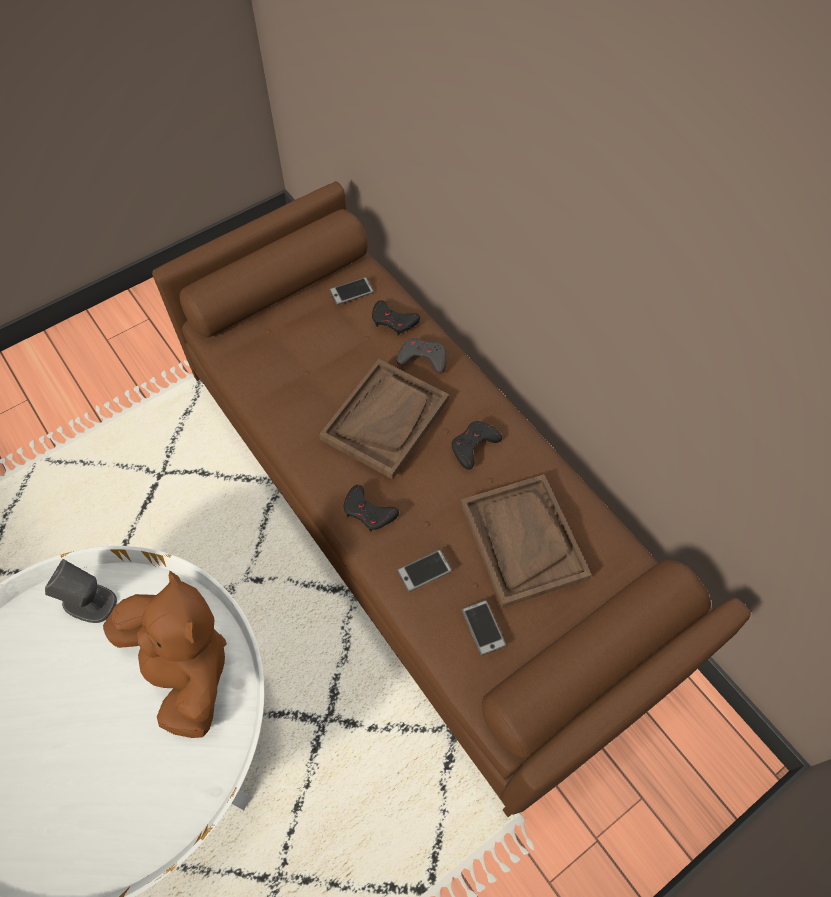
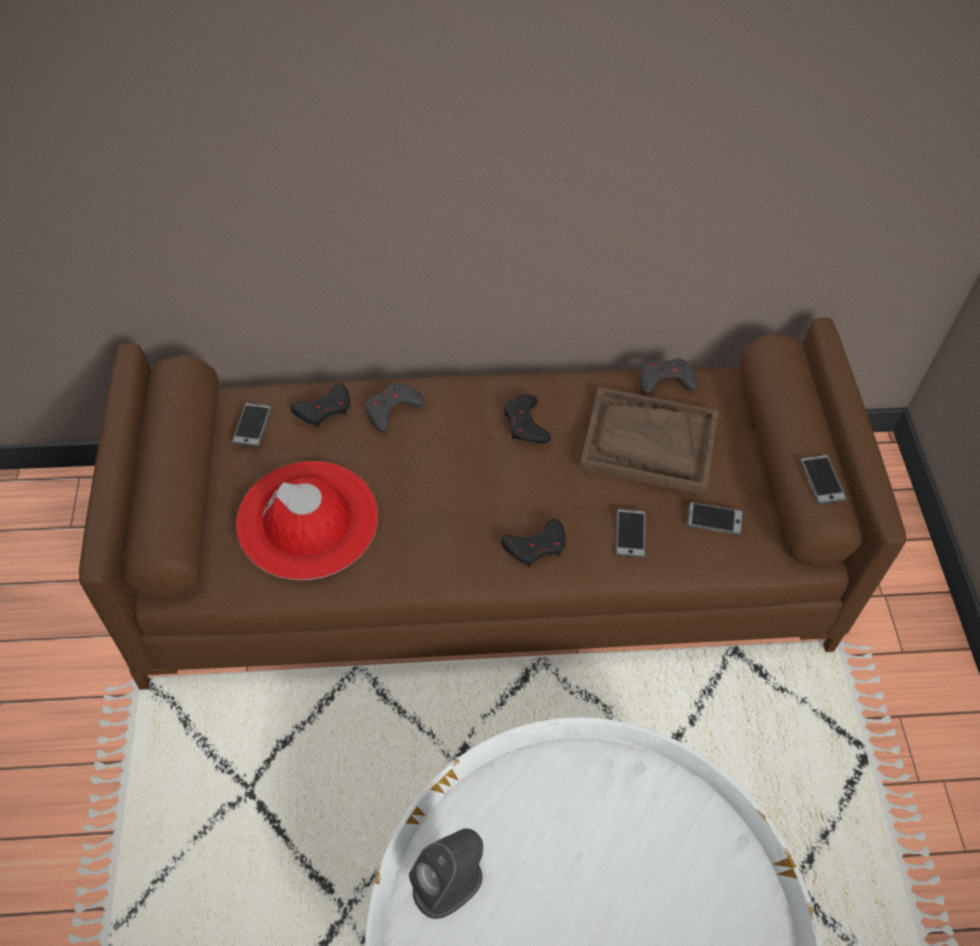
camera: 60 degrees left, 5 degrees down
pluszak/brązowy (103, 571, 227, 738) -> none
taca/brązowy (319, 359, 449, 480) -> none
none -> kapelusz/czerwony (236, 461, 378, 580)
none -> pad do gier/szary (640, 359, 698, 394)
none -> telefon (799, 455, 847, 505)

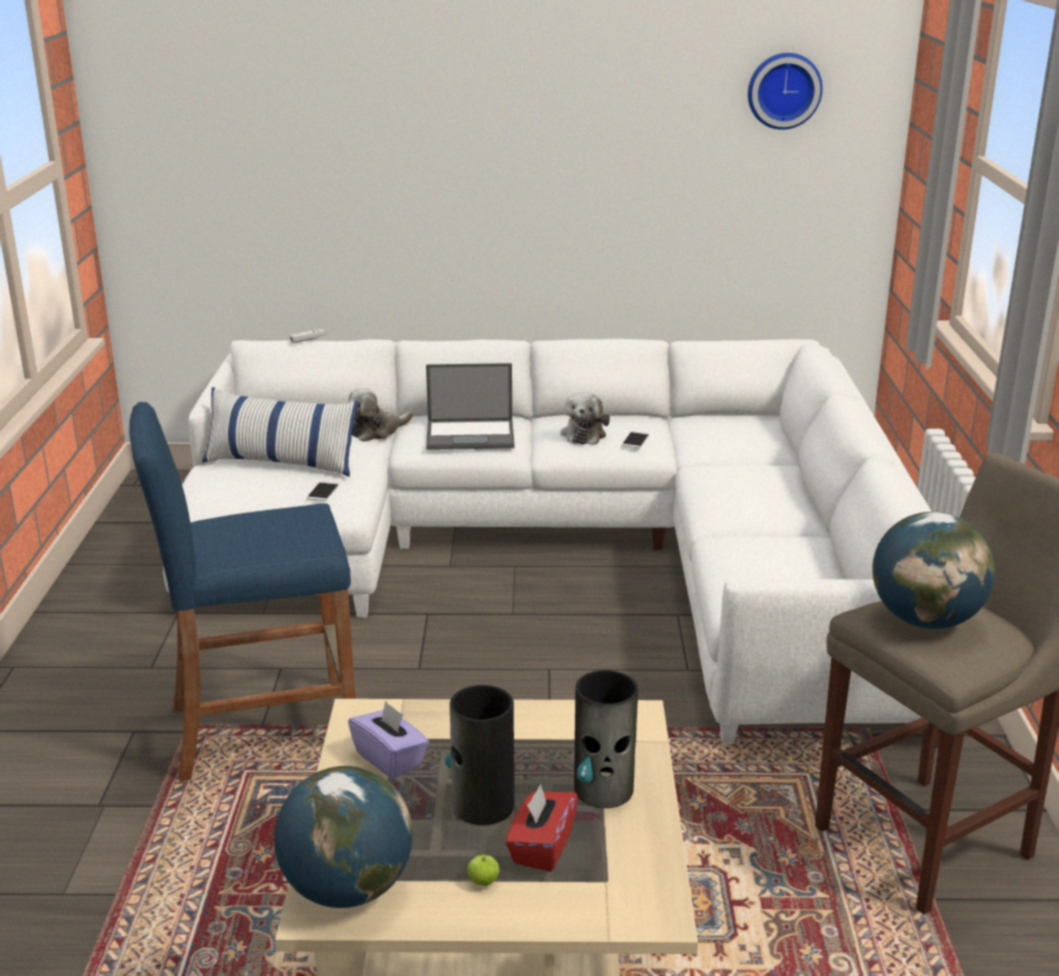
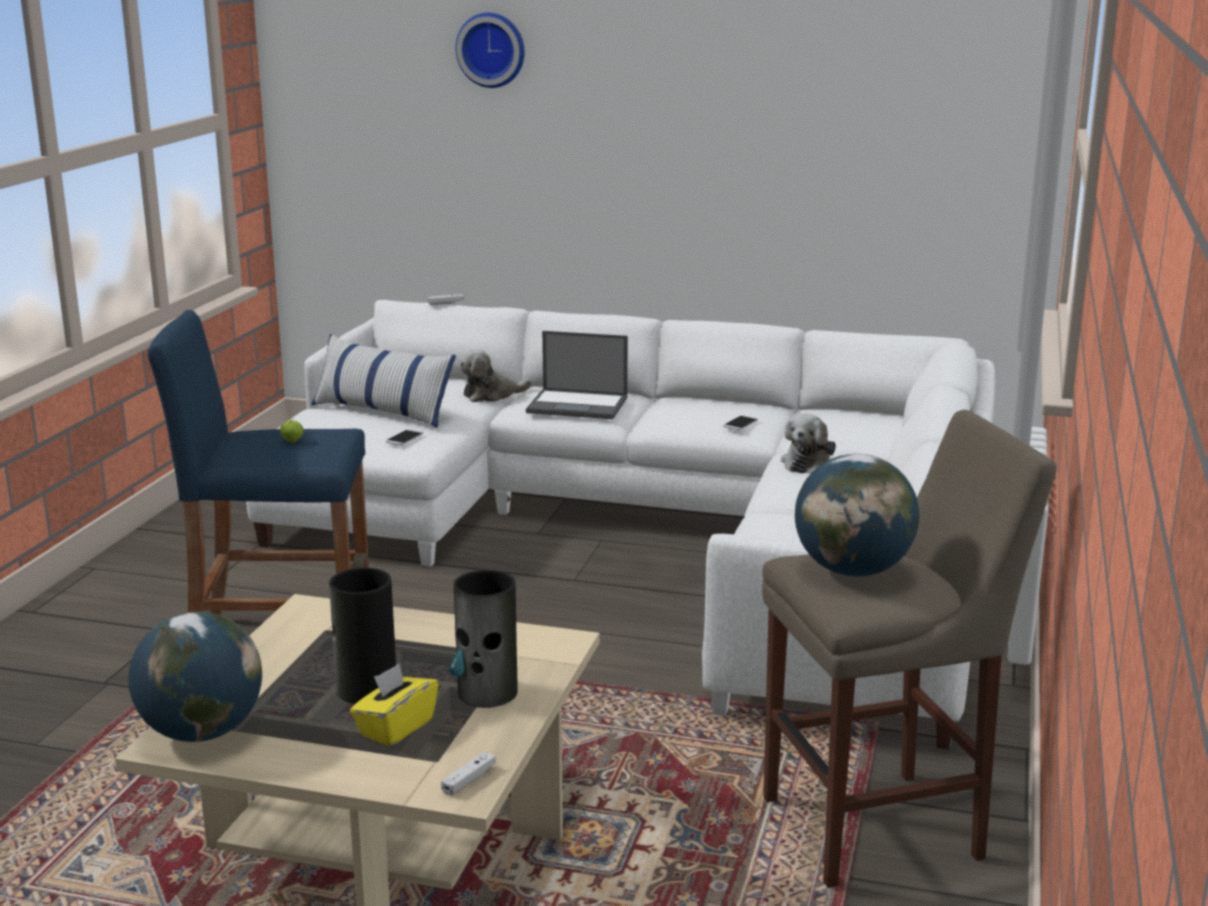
camera: 15 degrees right, 5 degrees down
pudełko chusteczek/fioletowy (348, 700, 429, 779) -> none
none -> pad do gier/biały (441, 752, 496, 796)
jabłko (467, 855, 500, 886) -> jabłko (280, 418, 303, 443), relocated
pluszak (561, 392, 610, 445) -> pluszak (781, 414, 836, 474), relocated
zegar ścienny (748, 53, 823, 130) -> zegar ścienny (456, 13, 525, 88), relocated
pudełko chusteczek/czerwony (505, 784, 578, 872) -> pudełko chusteczek/żółty (350, 663, 439, 746)

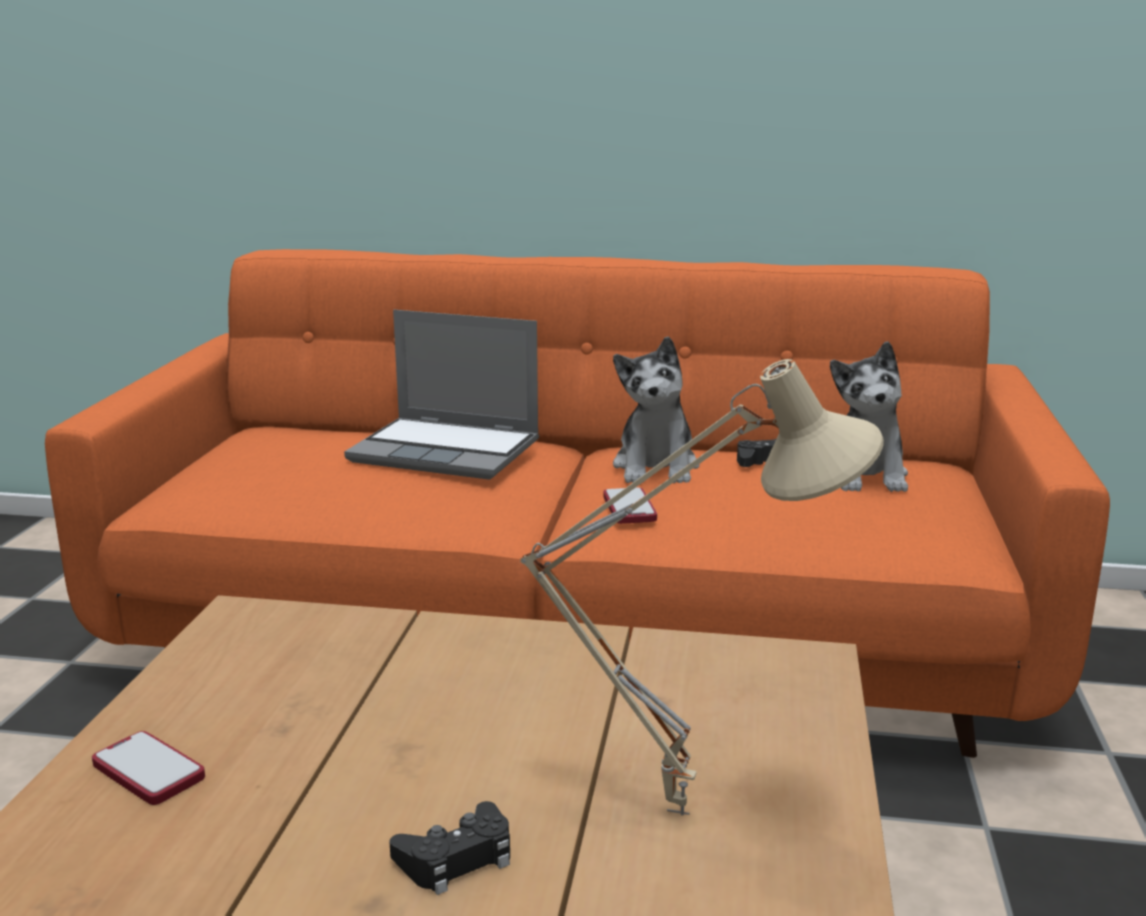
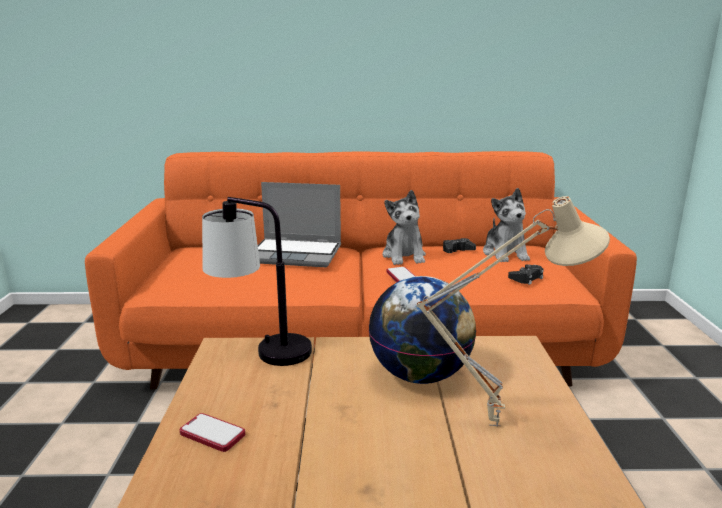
camera: 10 degrees left, 0 degrees up
none -> lampa stołowa (202, 197, 312, 366)
none -> globus (369, 276, 476, 384)
pad do gier/czarny (389, 801, 510, 895) -> pad do gier/czarny (508, 264, 544, 285), relocated

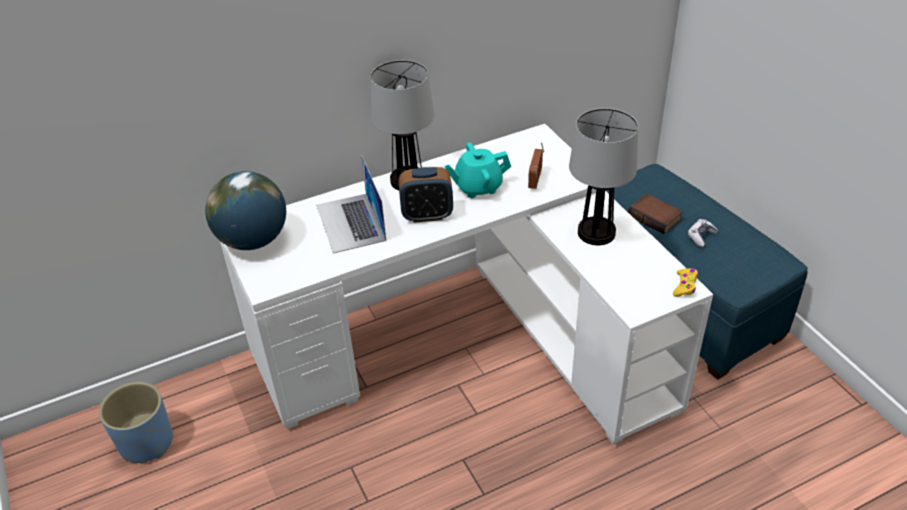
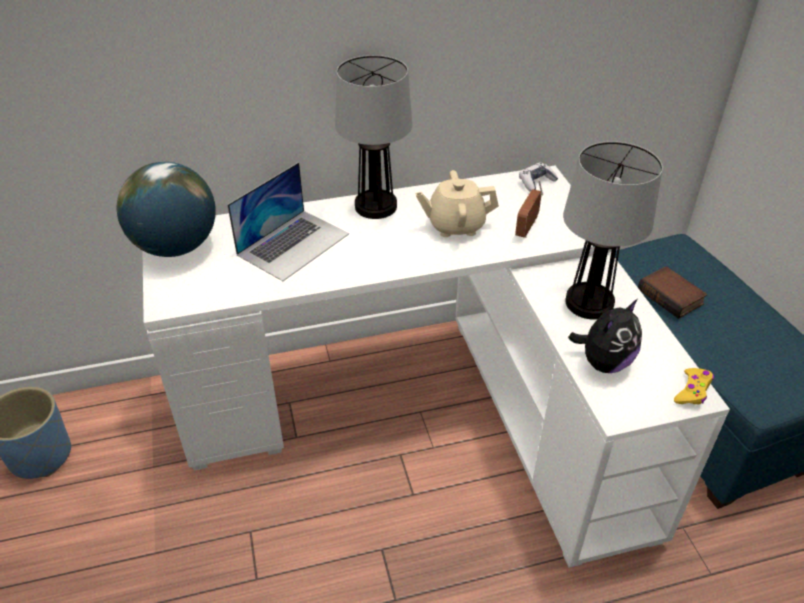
camera: 10 degrees right, 0 degrees up
budzik (399, 167, 453, 223) -> none
none -> pluszak (568, 299, 642, 373)
pad do gier (687, 219, 718, 247) -> pad do gier (519, 162, 558, 192), relocated
imbryk/turkusowy (444, 142, 511, 198) -> imbryk/beżowy (415, 170, 499, 237)
laptop (316, 155, 386, 254) -> laptop (227, 162, 349, 281), 135 degrees counterclockwise

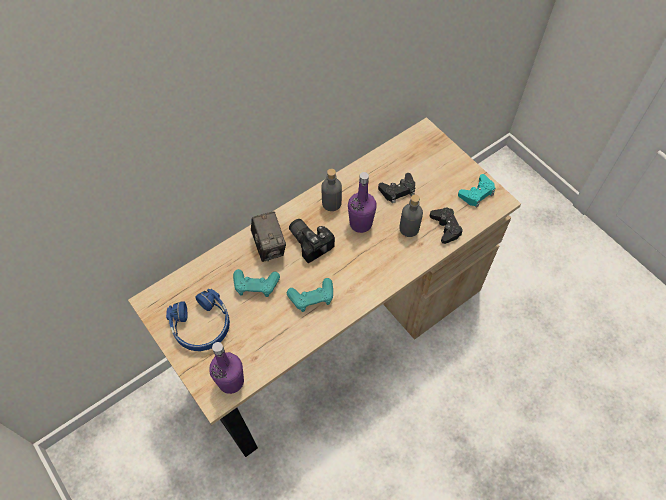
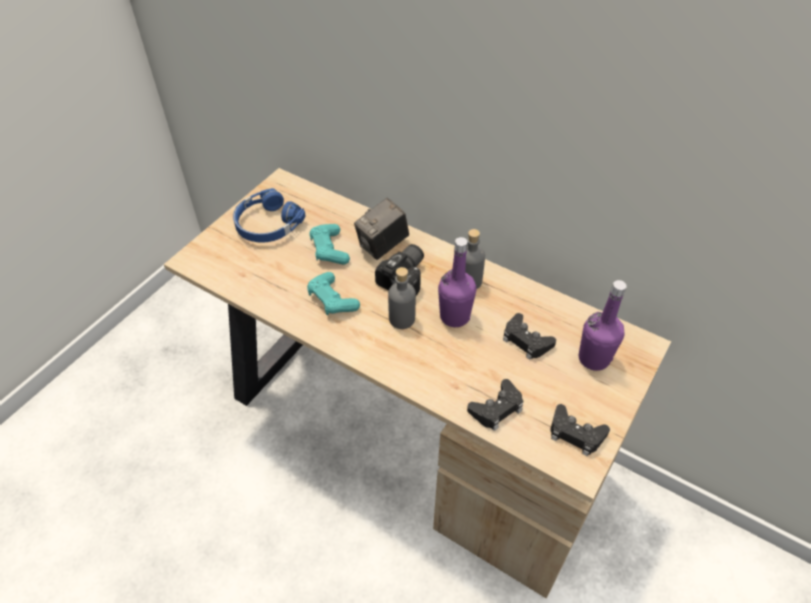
camera: 70 degrees right, 10 degrees down
butelka/fioletowy (209, 342, 244, 394) -> butelka/fioletowy (579, 280, 627, 371), relocated
butelka/szary (399, 195, 423, 237) -> butelka/szary (388, 267, 416, 329), relocated
pad do gier/turkusowy (458, 174, 496, 208) -> pad do gier/czarny (550, 404, 610, 456)

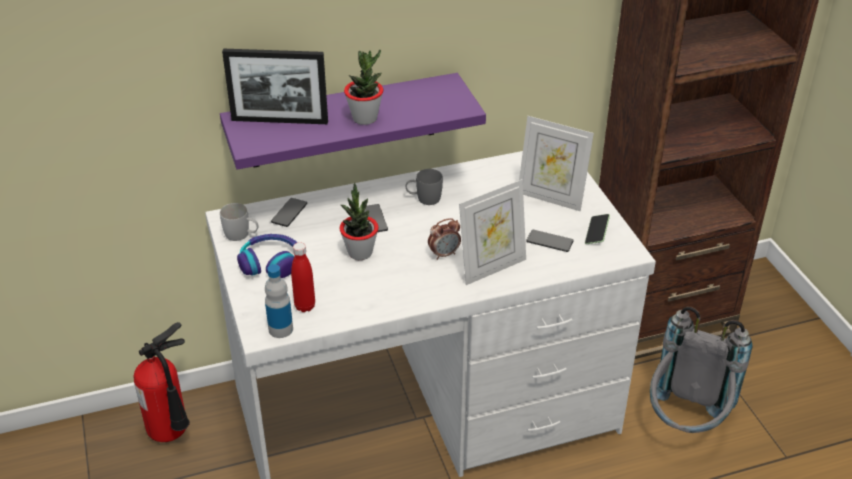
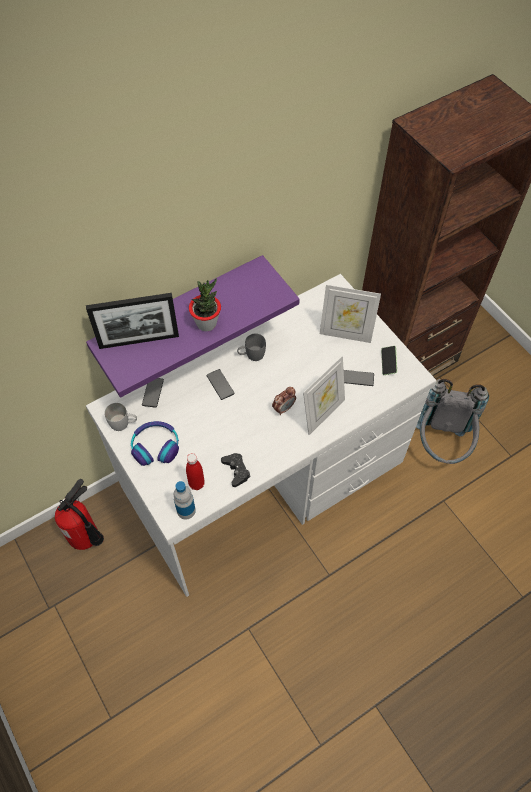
camera: 15 degrees left, 20 degrees up
roślina doniczkowa (340, 183, 378, 260) -> none
none -> pad do gier/czarny (221, 453, 251, 487)

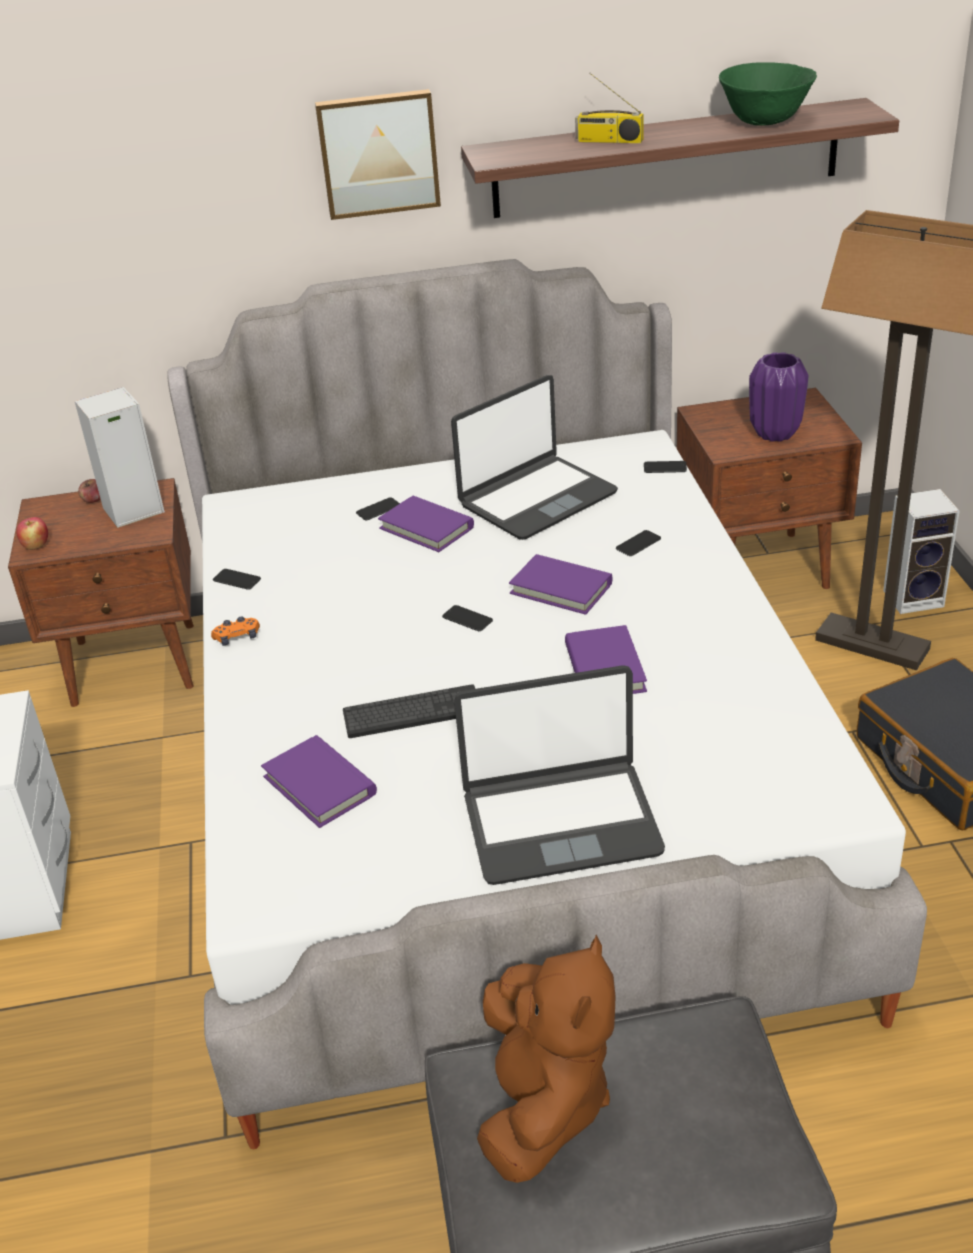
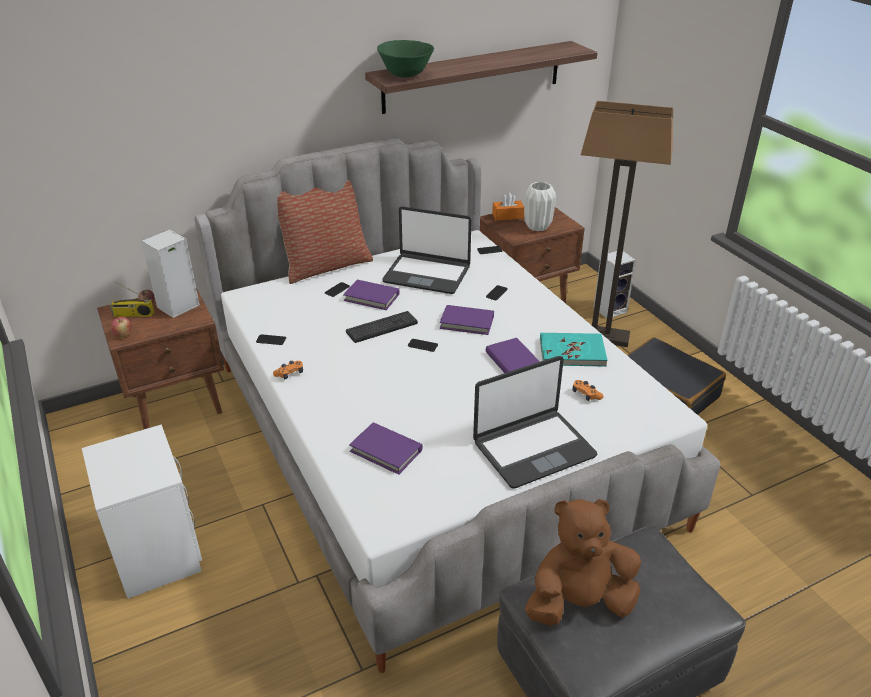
camera: 20 degrees left, 0 degrees up
obraz (315, 89, 441, 220) -> none
none -> poduszka (277, 180, 373, 284)
none -> pudełko chusteczek/pomarańczowy (492, 193, 524, 220)
none -> książka/turkusowy (540, 333, 608, 367)
none -> pad do gier/pomarańczowy (572, 380, 604, 401)
klawiatura (343, 684, 475, 738) -> klawiatura (346, 311, 418, 343), relocated
radio (575, 72, 644, 143) -> radio (110, 281, 154, 317), relocated
miska/zielony (719, 62, 817, 126) -> miska/zielony (377, 40, 434, 78), relocated
wazon/fioletowy (749, 352, 809, 442) -> wazon/biały (524, 182, 556, 231)
laptop (451, 375, 618, 540) -> laptop (382, 206, 472, 294), 75 degrees clockwise
pluszak/brązowy (477, 934, 616, 1183) -> pluszak/brązowy (525, 499, 641, 625), 90 degrees counterclockwise

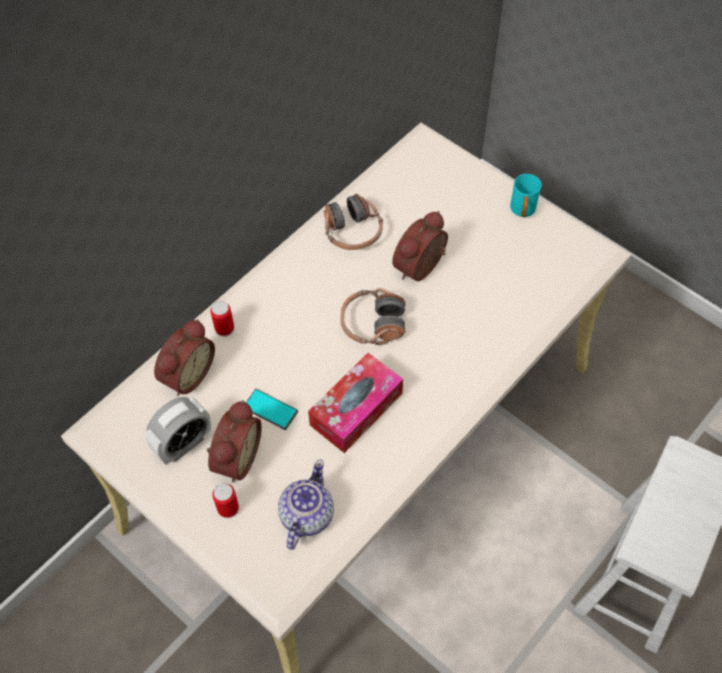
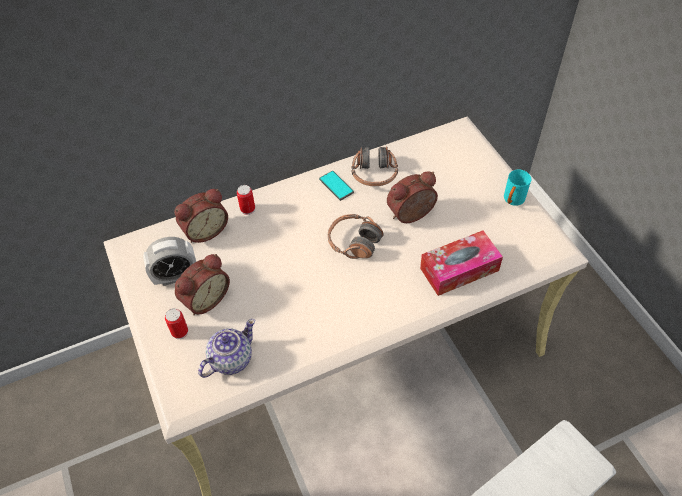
camera: 25 degrees right, 5 degrees down
telefon (246, 389, 298, 430) -> telefon (319, 171, 354, 201), relocated
pudełko chusteczek (308, 353, 403, 453) -> pudełko chusteczek (420, 231, 503, 296), relocated

